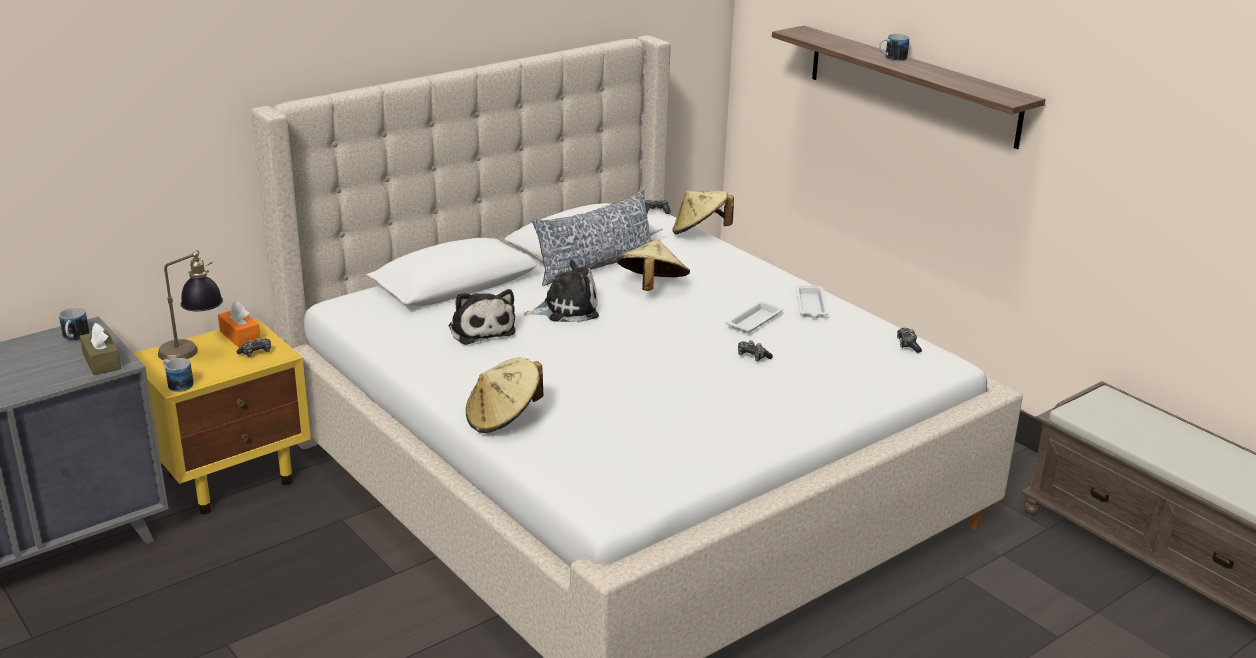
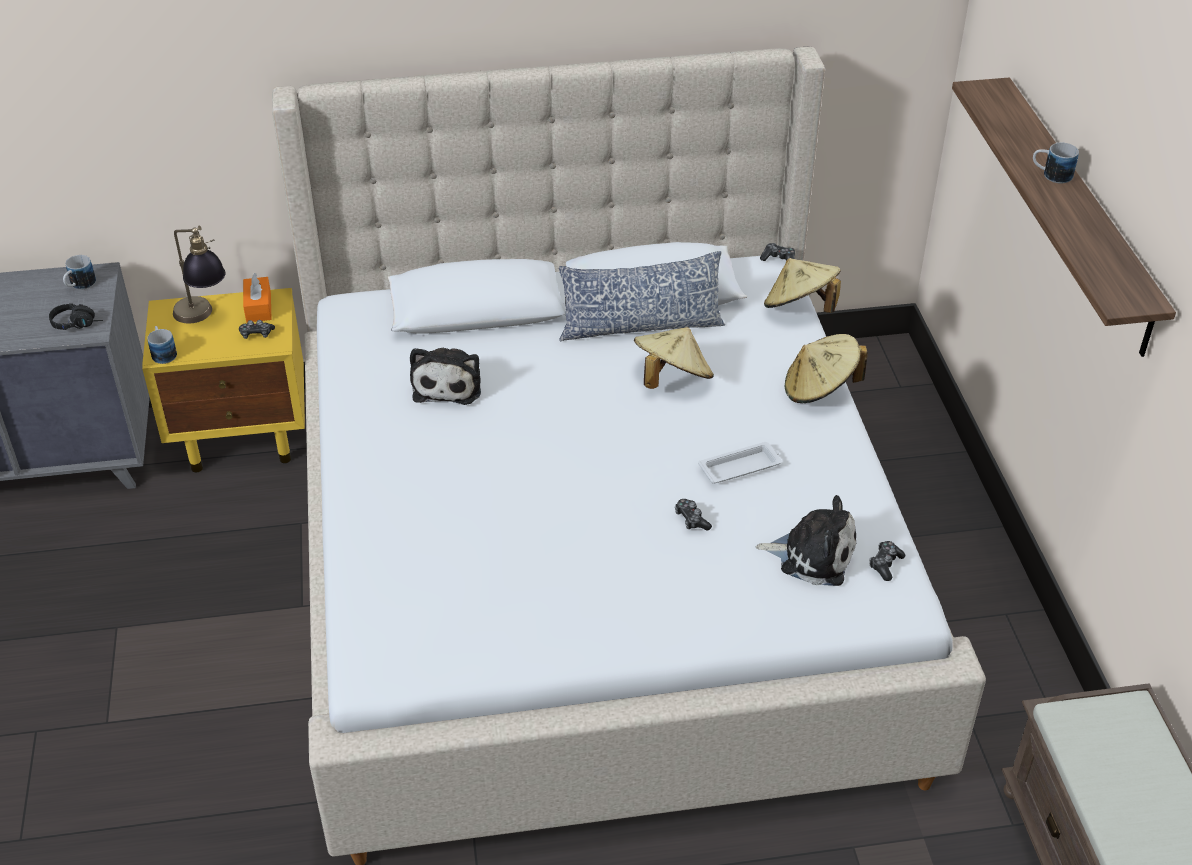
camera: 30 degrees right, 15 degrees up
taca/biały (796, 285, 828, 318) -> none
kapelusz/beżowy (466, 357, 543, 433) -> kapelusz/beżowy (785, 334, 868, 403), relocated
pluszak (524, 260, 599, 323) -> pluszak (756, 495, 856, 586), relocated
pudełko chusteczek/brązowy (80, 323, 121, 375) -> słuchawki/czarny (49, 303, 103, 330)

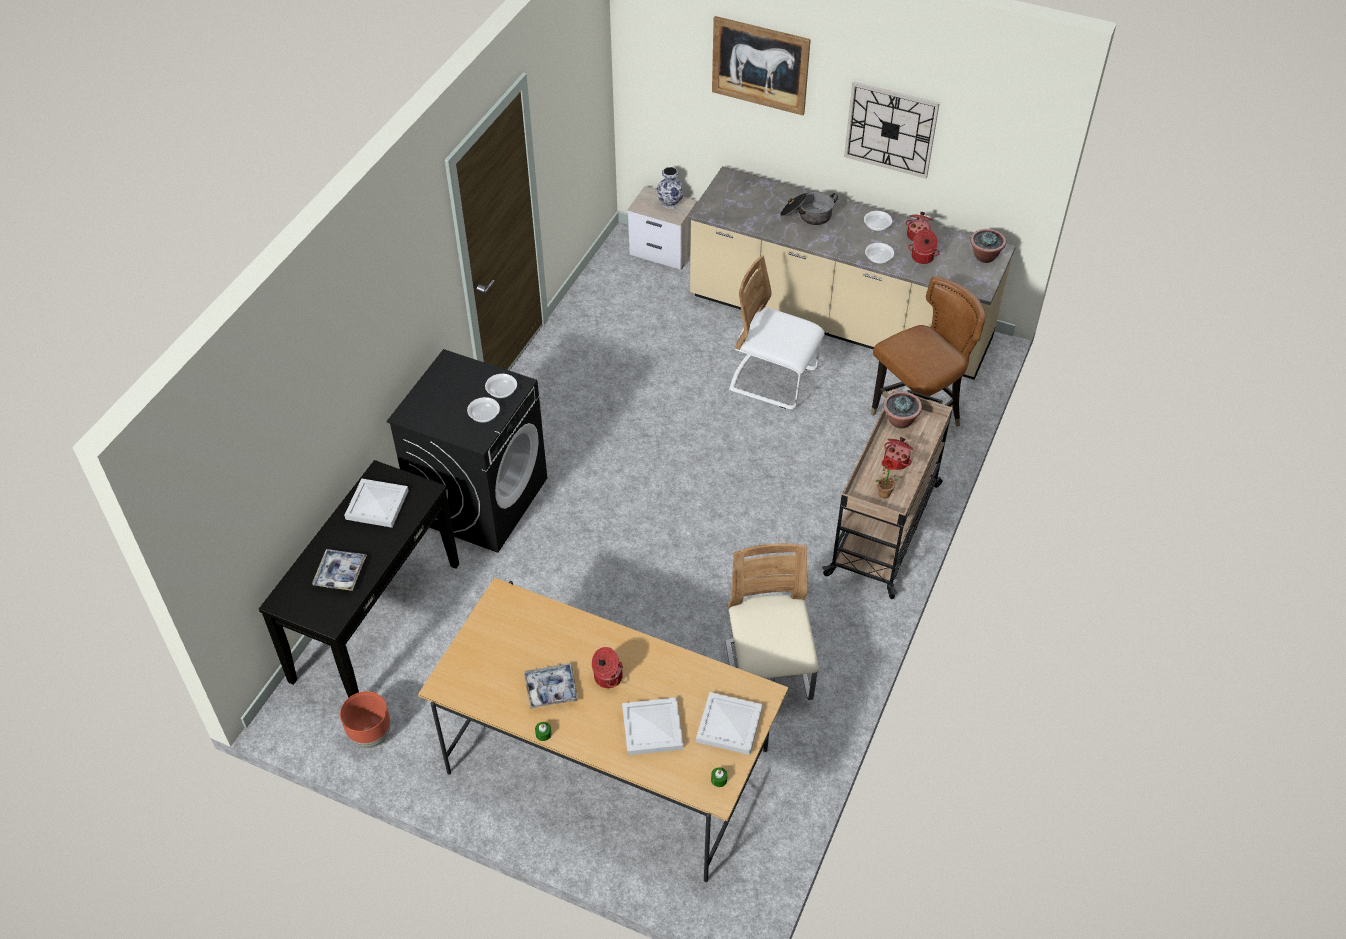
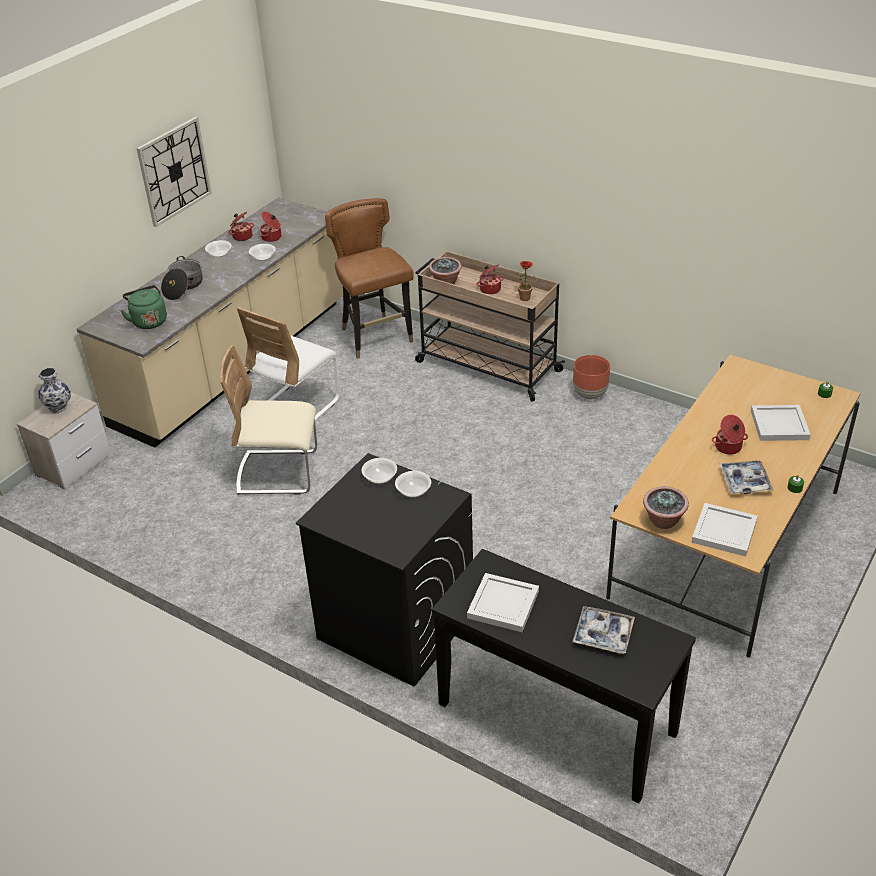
camera: 80 degrees left, 10 degrees down
obraz (712, 16, 811, 115) -> none
none -> czajnik/zielony (121, 285, 167, 329)
donica/brązowy (340, 691, 391, 748) -> donica/brązowy (573, 355, 610, 399), relocated
taca/biały (696, 692, 763, 755) -> taca/biały (691, 503, 758, 557), relocated
krzesło/beżowy (725, 543, 818, 700) -> krzesło/beżowy (220, 345, 317, 495), relocated
roślina doniczkowa (970, 229, 1006, 263) -> roślina doniczkowa (643, 486, 689, 529), relocated

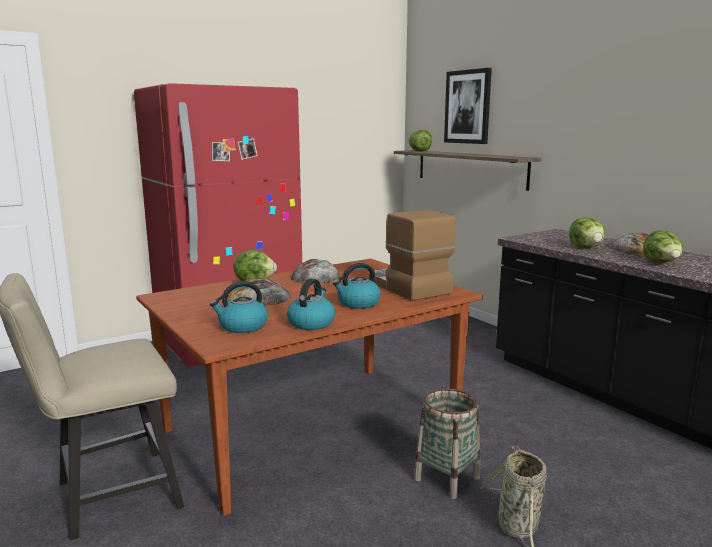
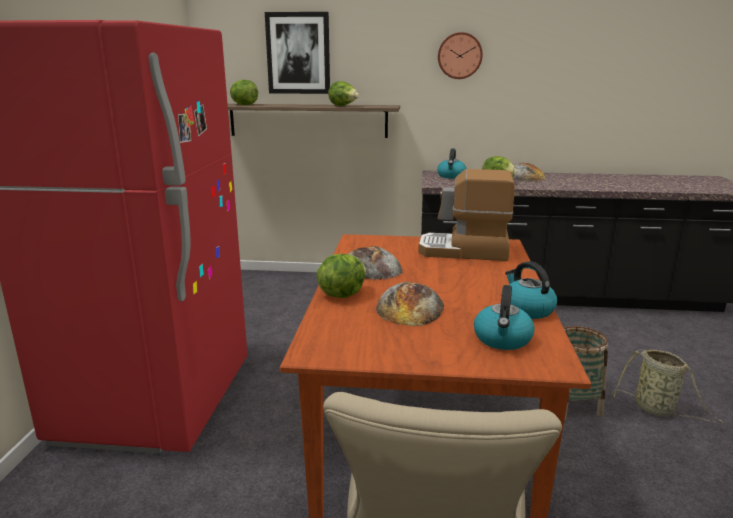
camera: 50 degrees left, 5 degrees up
none -> zegar ścienny (438, 32, 483, 79)
czajnik (333, 263, 381, 309) -> czajnik (437, 148, 467, 179), relocated
sałata (643, 230, 683, 263) -> sałata (328, 81, 359, 106), relocated

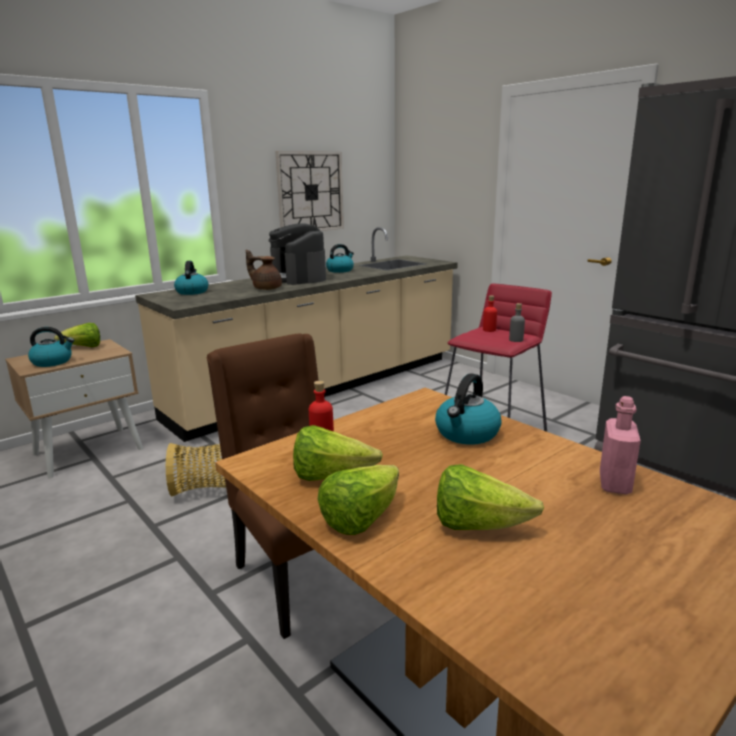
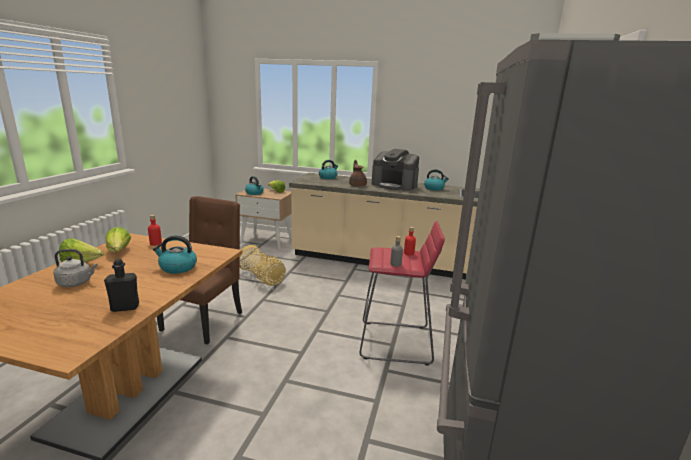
camera: 55 degrees right, 0 degrees up
zegar ścienny (275, 151, 344, 231) -> none
sałata (437, 464, 544, 530) -> czajnik/szary (53, 249, 98, 287)
butelka/różowy (600, 396, 641, 494) -> butelka/czarny (104, 259, 139, 312)
ekspres do kawy (269, 223, 326, 285) -> ekspres do kawy (372, 149, 419, 191), 90 degrees counterclockwise

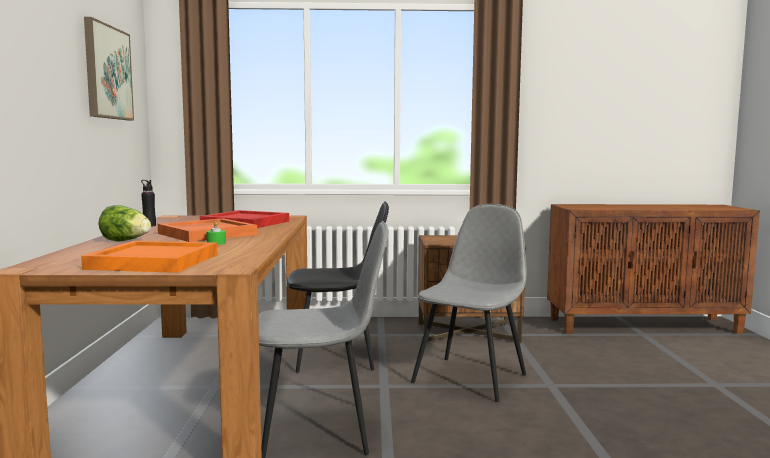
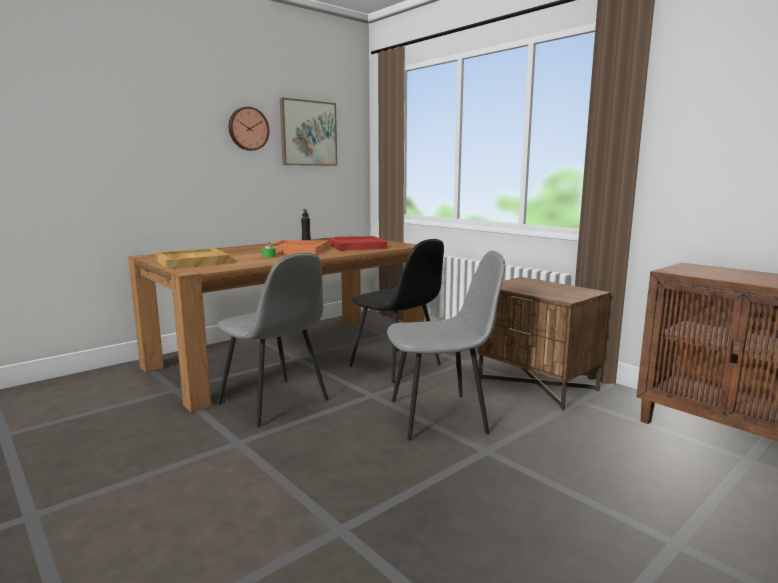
camera: 50 degrees right, 5 degrees up
sałata (98, 205, 151, 241) -> none
none -> zegar ścienny (229, 107, 270, 151)
taca/pomarańczowy (81, 241, 217, 273) -> taca/beżowy (155, 248, 231, 269)

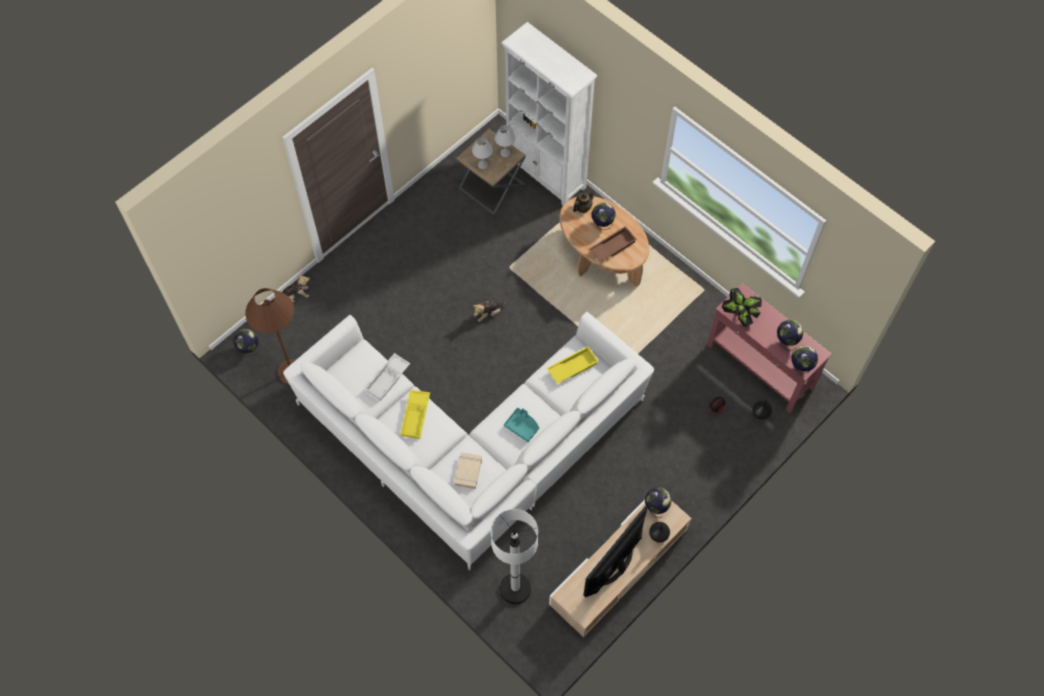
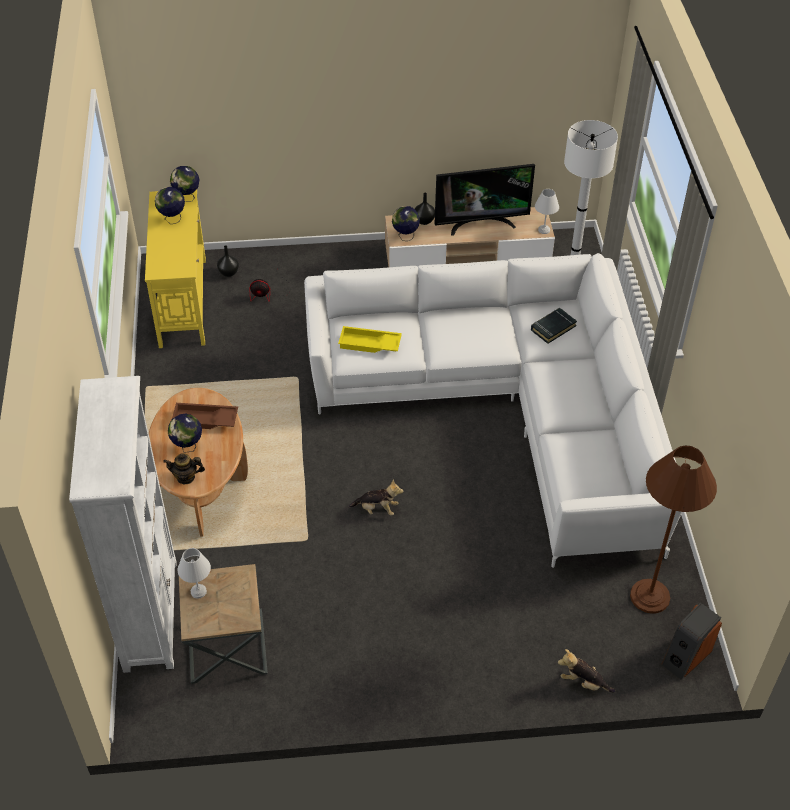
camera: 140 degrees left, 15 degrees down
taca/biały (365, 353, 410, 401) -> none
taca/żółty (400, 390, 430, 439) -> none
taca/turkusowy (504, 408, 539, 442) -> none
roślina doniczkowa (722, 288, 762, 327) -> none
lampa stołowa/biały (472, 137, 493, 169) -> lampa stołowa/biały (535, 189, 559, 234), relocated
globus (233, 329, 260, 356) -> głośnik (661, 602, 722, 680)
książka/beżowy (454, 452, 482, 489) -> książka/czarny (531, 308, 577, 344)
stolik konsolowy/czerwony (707, 283, 832, 413) -> stolik konsolowy/żółty (145, 189, 206, 348)

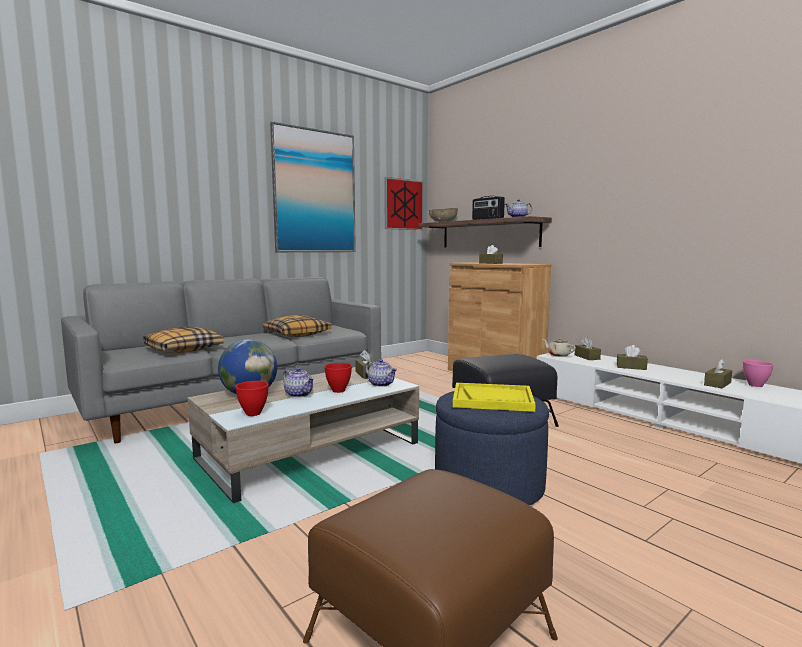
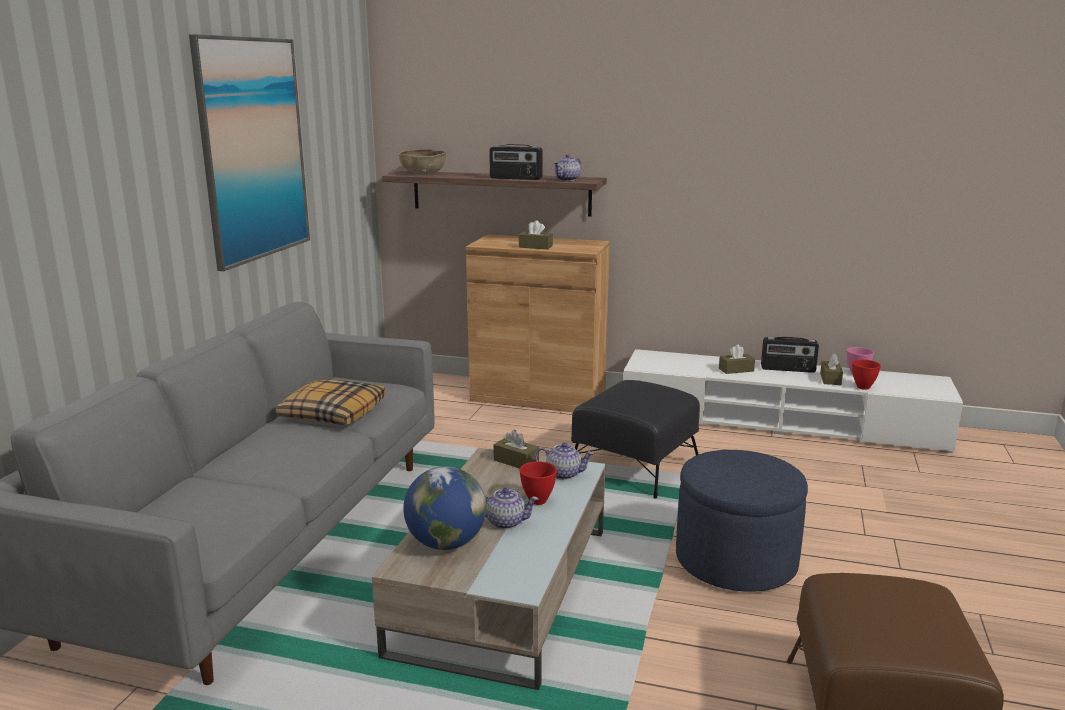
camera: 35 degrees left, 10 degrees up
poduszka (143, 327, 224, 353) -> none
obraz (384, 177, 424, 230) -> none
taca/żółty (453, 383, 536, 412) -> none
imbryk/beżowy (542, 338, 576, 357) -> none
pudełko chusteczek/brązowy (575, 337, 601, 360) -> none
none -> radio (761, 337, 819, 373)
miska/czerwony (235, 381, 269, 416) -> miska/czerwony (852, 359, 881, 390), relocated

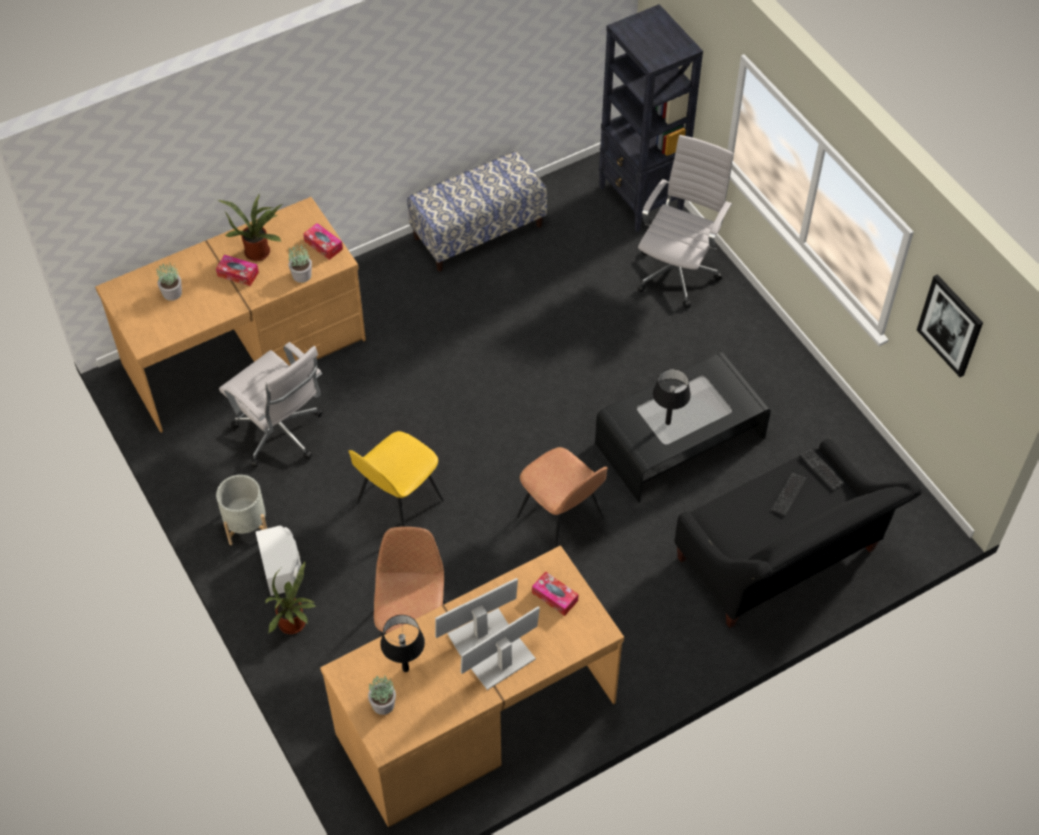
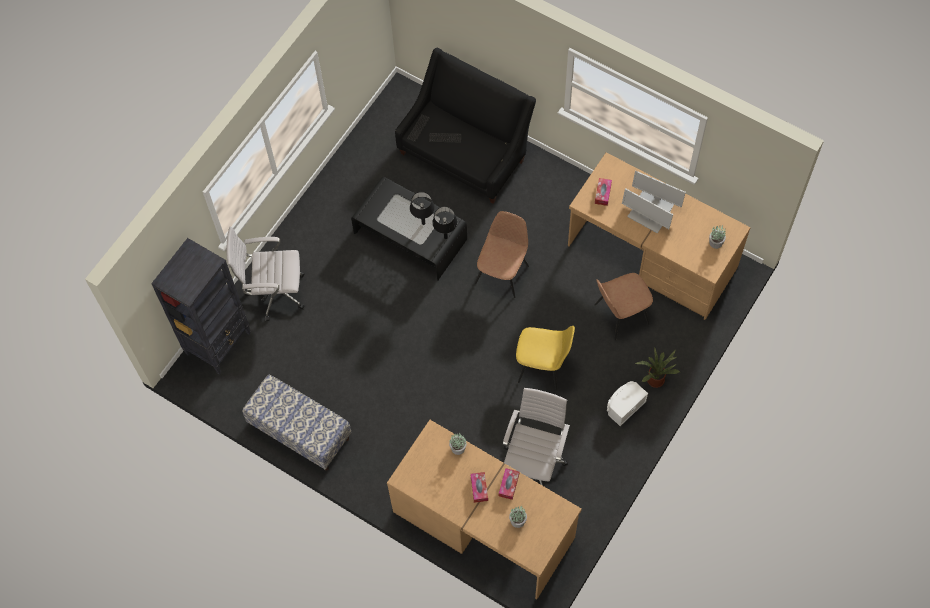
camera: 115 degrees left, 10 degrees up
donica/szary (216, 475, 267, 545) -> none
roślina doniczkowa (217, 195, 282, 261) -> none
obraz (917, 274, 983, 377) -> none
pudełko chusteczek (303, 223, 343, 260) -> pudełko chusteczek (499, 468, 519, 500), relocated
lampa stołowa/czarny (380, 615, 425, 672) -> lampa stołowa/czarny (432, 207, 457, 239), relocated

